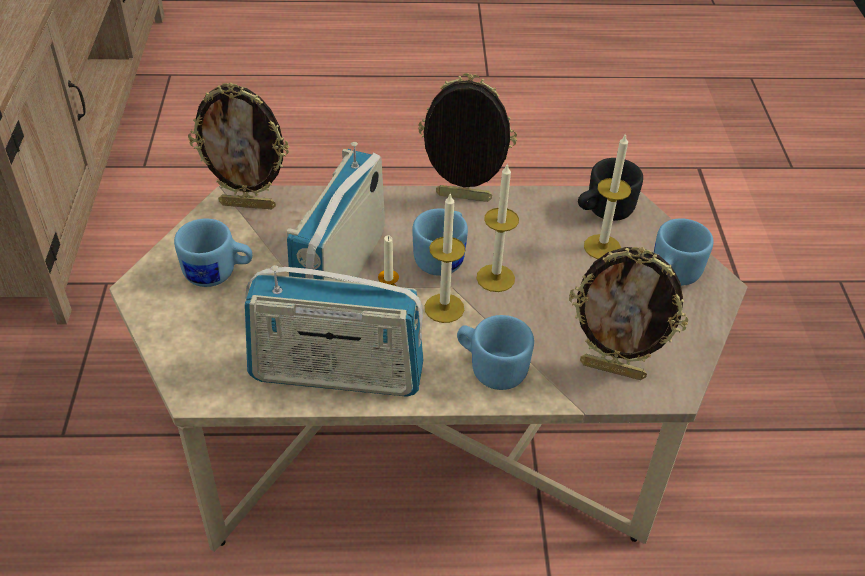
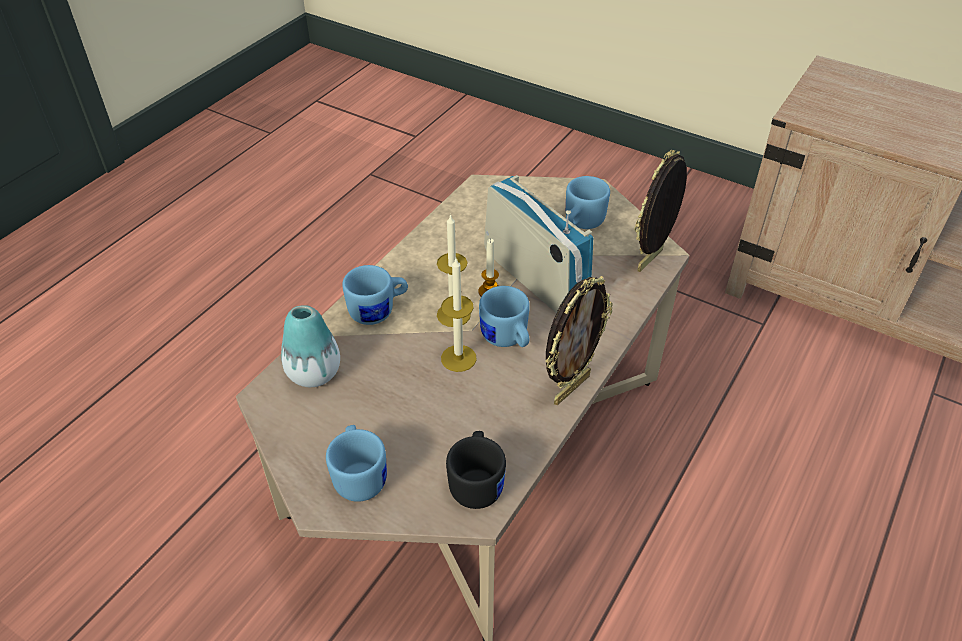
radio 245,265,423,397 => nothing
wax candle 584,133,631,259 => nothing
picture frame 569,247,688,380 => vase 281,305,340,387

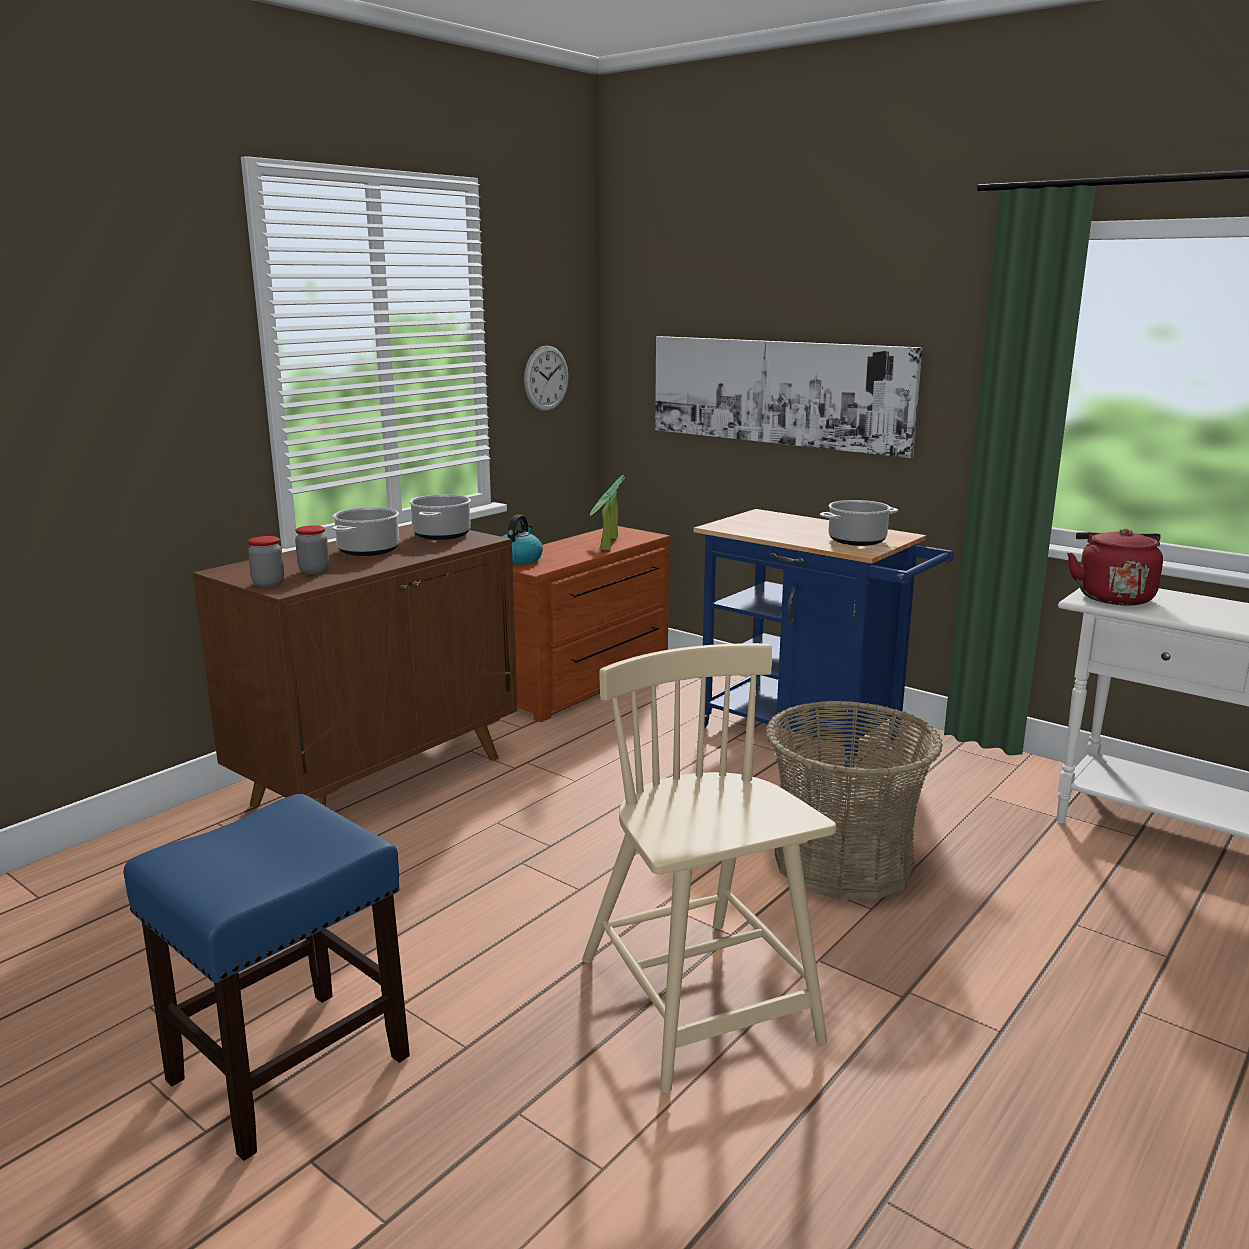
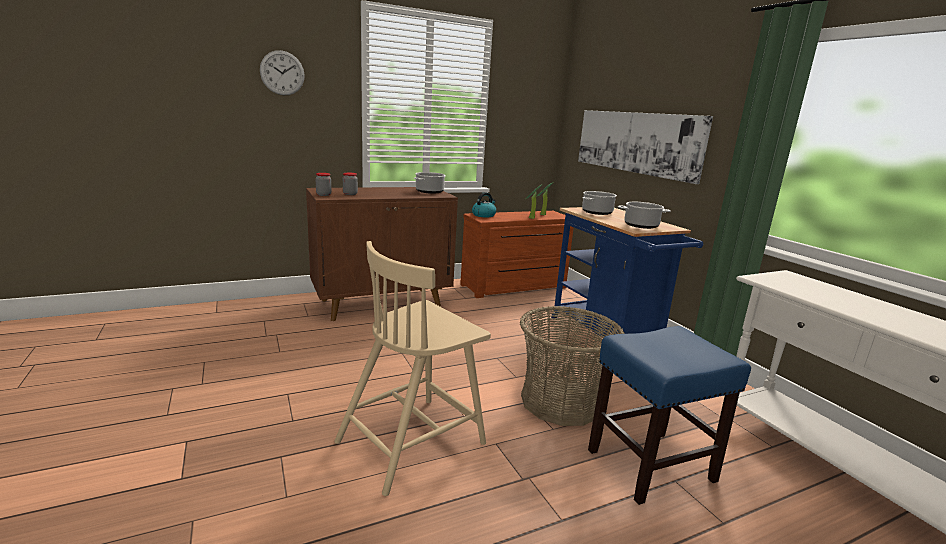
reddish kettle 1067,528,1163,605 => nothing
blue-coloured stool 123,794,410,1161 => blue-coloured stool 588,326,751,505, moved
cooking pot 332,507,399,556 => cooking pot 582,191,617,215, moved
clock on the wall 524,346,569,411 => clock on the wall 260,50,305,95, moved
sand-coloured upright chair 582,643,836,1093 => sand-coloured upright chair 334,241,491,496, 135 degrees counterclockwise

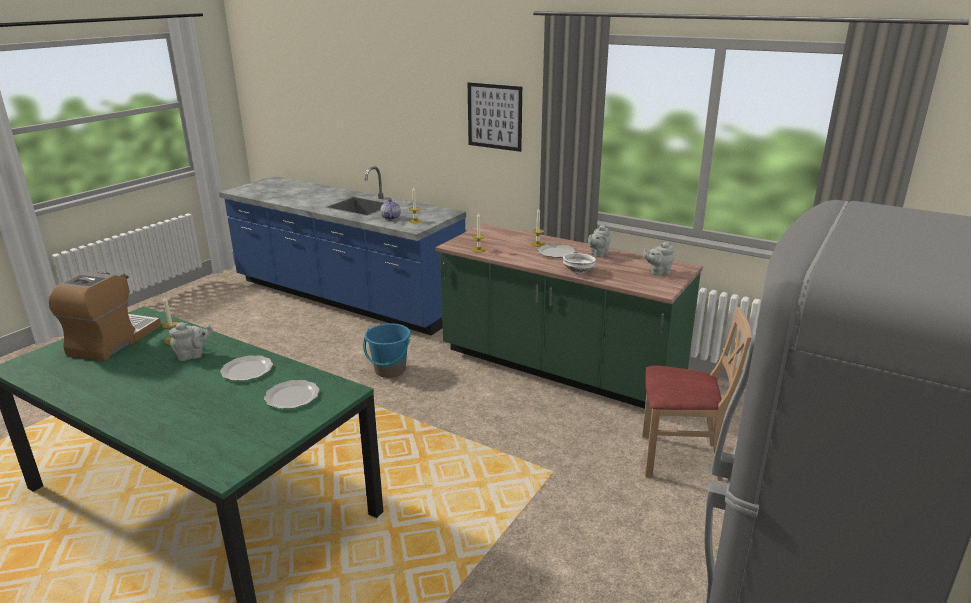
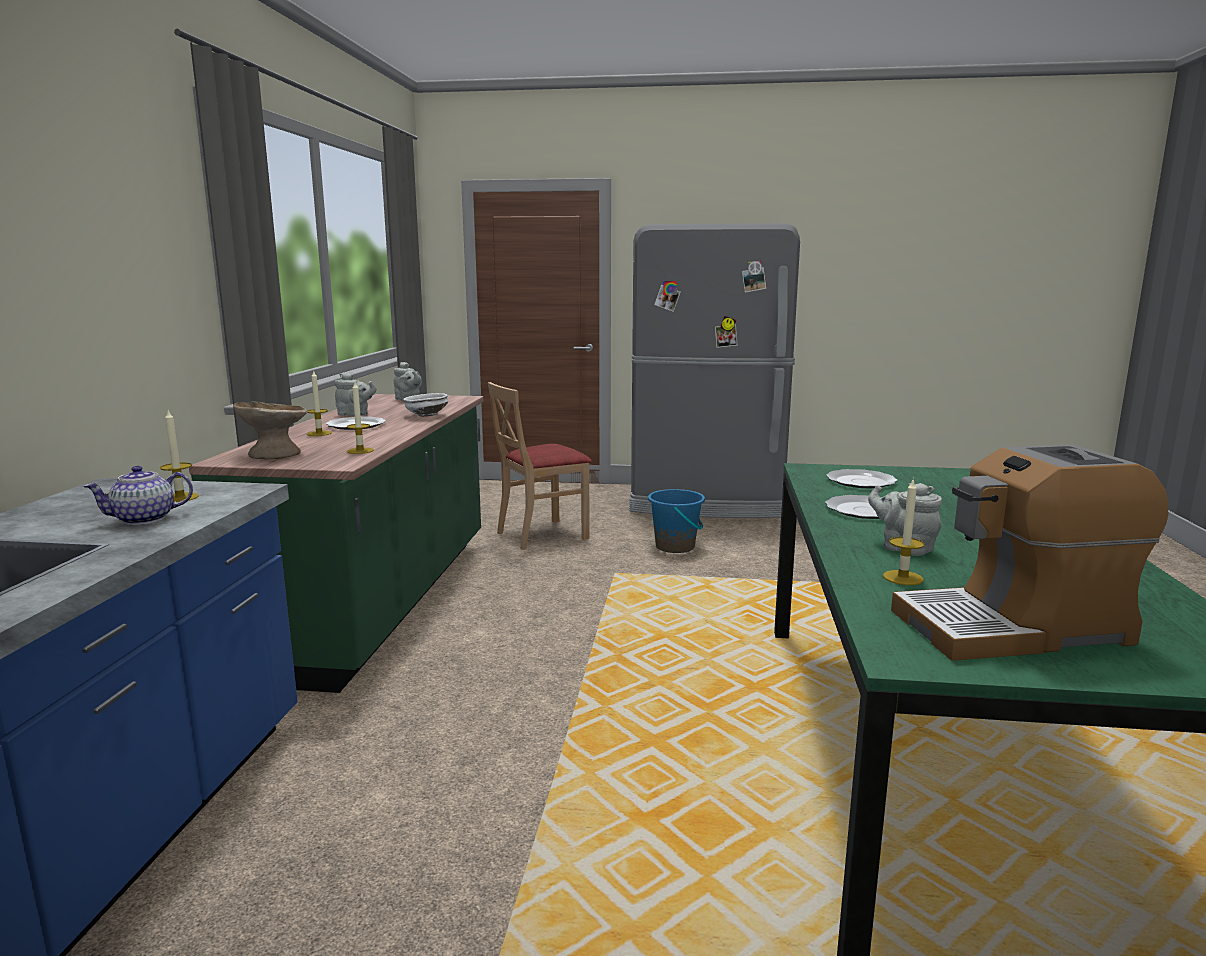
picture 468,82,522,152 => nothing
nothing => sand-coloured deep dish 233,402,307,460
blue-coloured water bucket 363,323,411,378 => blue-coloured water bucket 648,489,705,553, moved
sand-coloured upright chair 642,307,752,481 => sand-coloured upright chair 488,382,592,550, 105 degrees counterclockwise

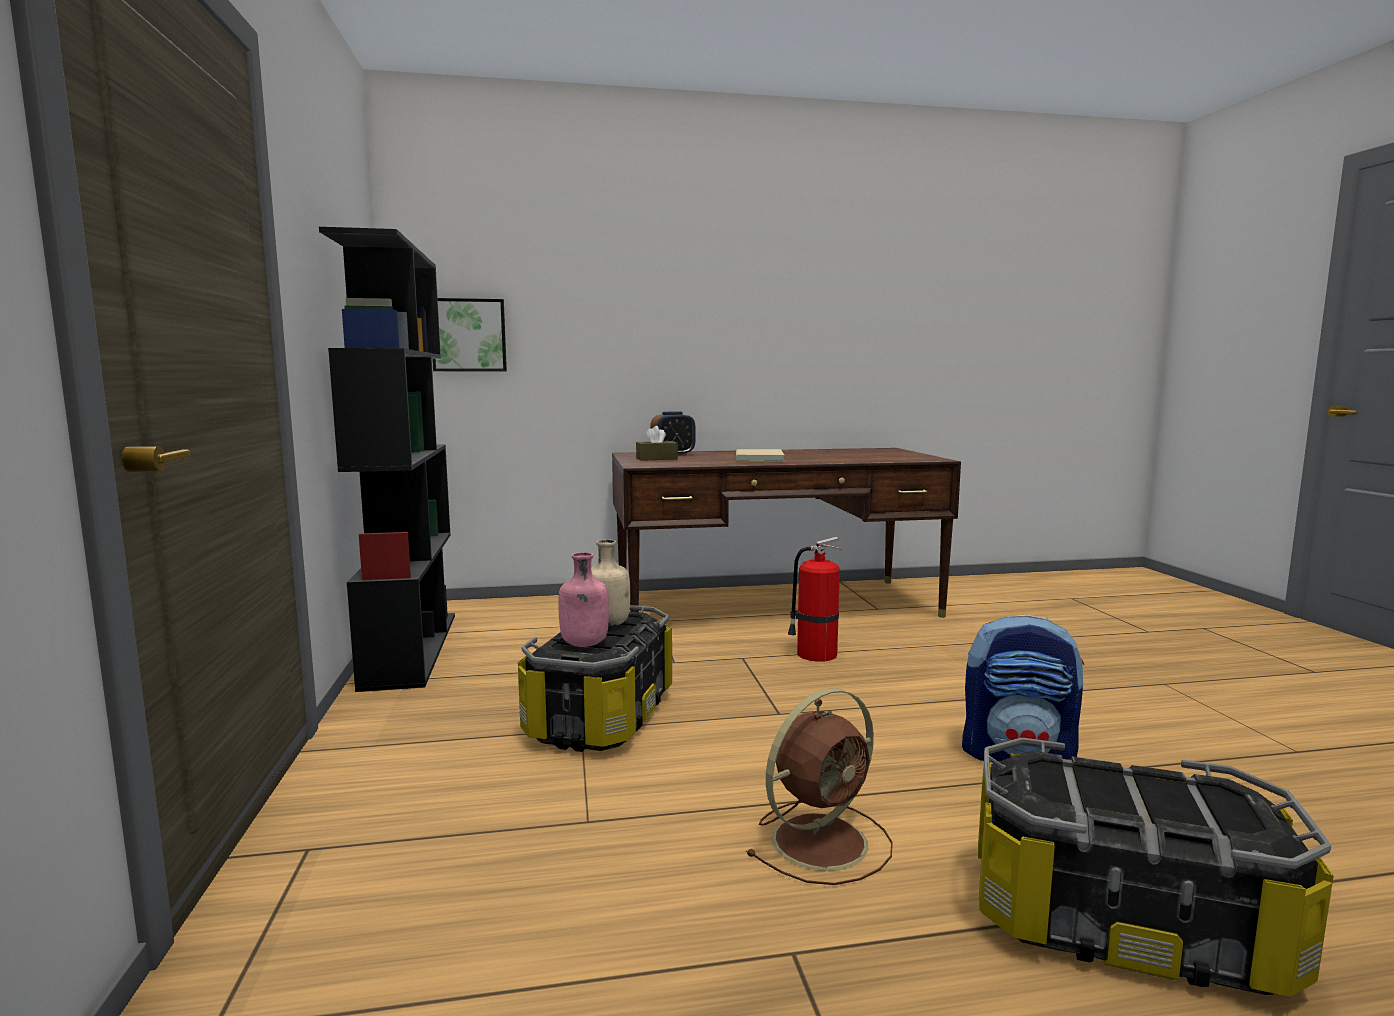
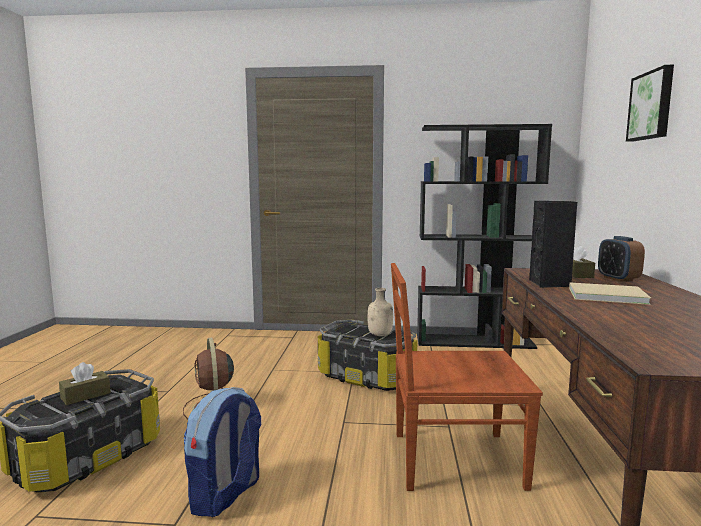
pink-coloured bottle 558,552,609,647 => nothing
nothing => brown tissue box 59,362,111,405
nothing => blackish loudspeaker 529,201,577,288
picture 432,298,507,371 => picture 626,65,674,142, moved
extinguisher 788,537,843,662 => brown upright chair 391,263,543,491

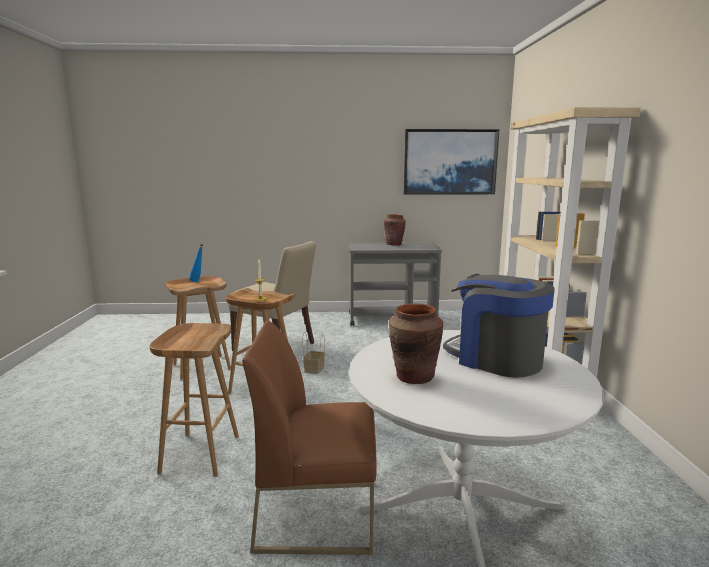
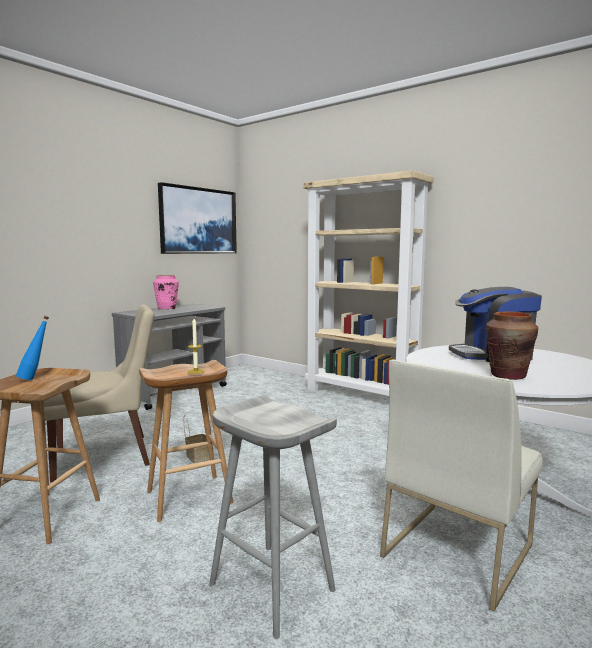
brown stool 150,323,239,477 => grey stool 210,395,337,639
brown upright chair 242,321,377,555 => whitish upright chair 380,359,543,612
brown vase 384,214,406,246 => pink-coloured vase 153,275,179,309

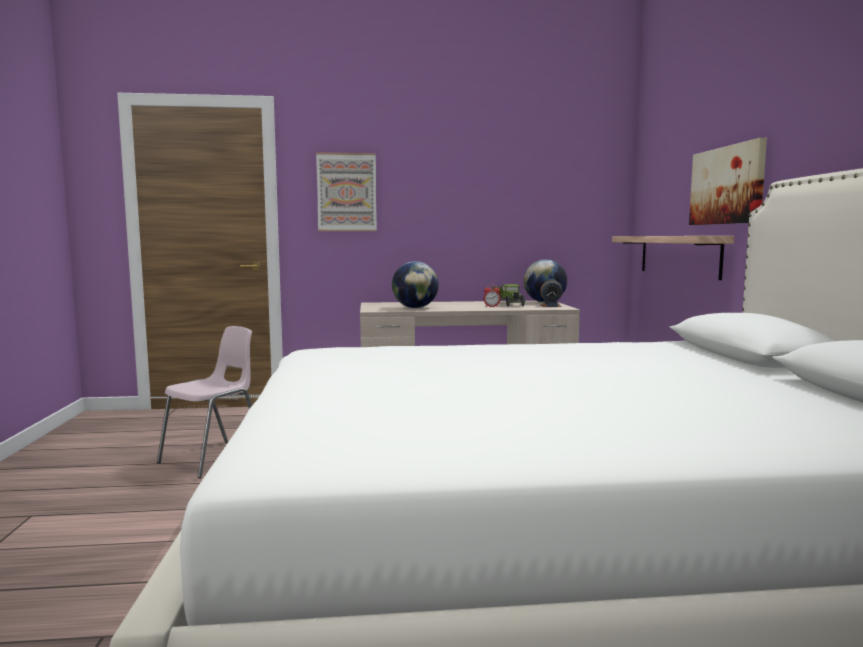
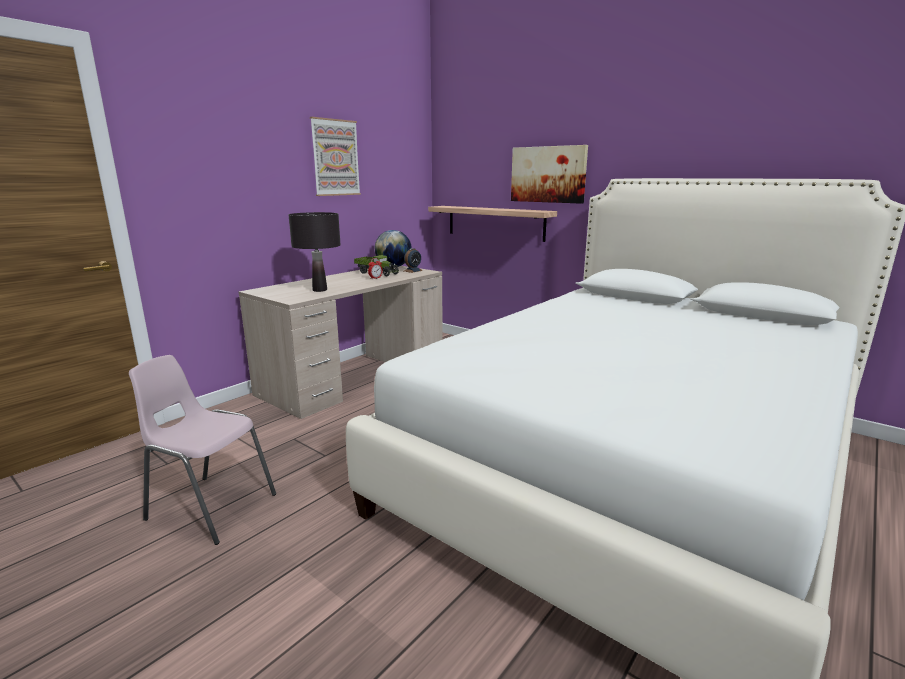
picture 316,152,377,231 => picture 310,117,361,196, moved
desk globe 392,261,439,308 => blackish tabletop lamp 289,212,341,292
pink-coloured upright chair 157,326,252,479 => pink-coloured upright chair 129,355,276,545, 60 degrees counterclockwise

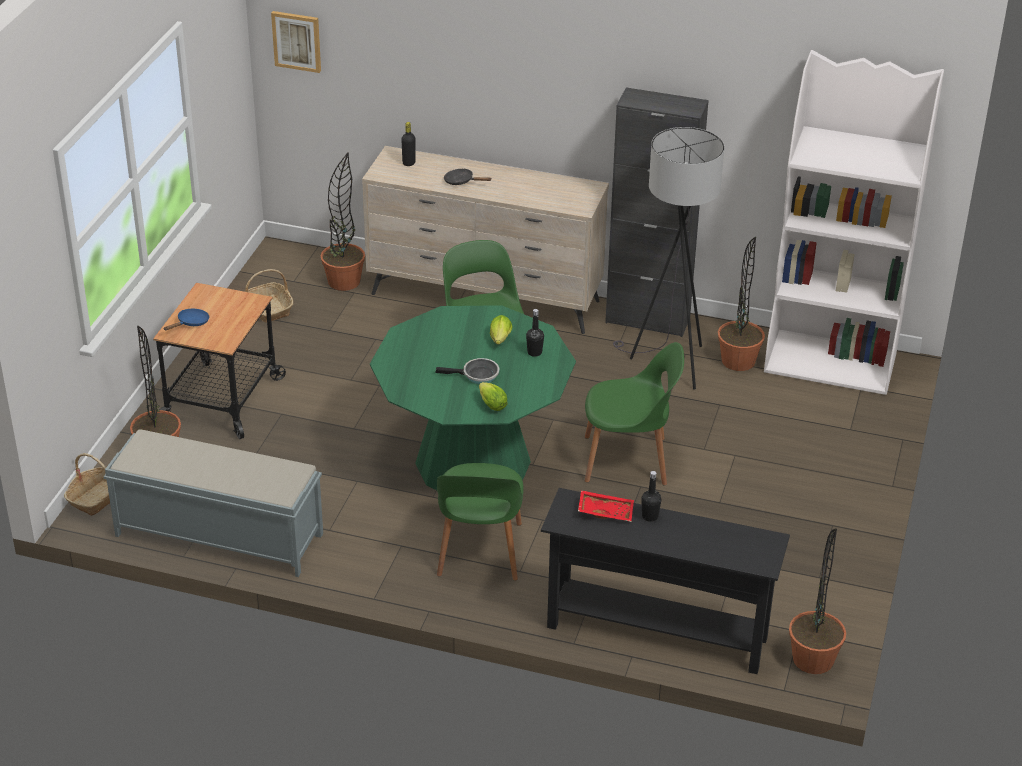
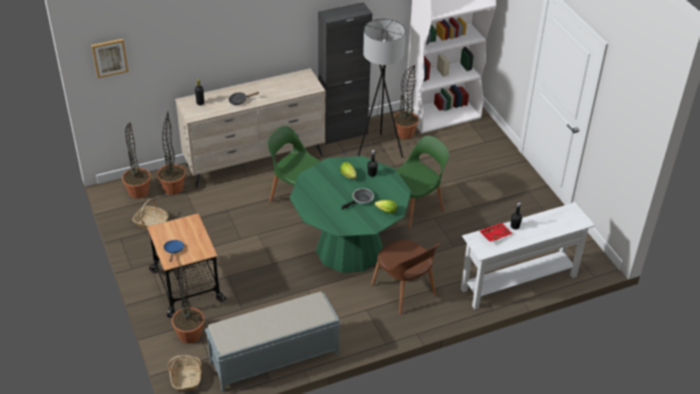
potted plant 789,529,846,674 => potted plant 122,122,150,199, moved
green upright chair 437,463,524,581 => brown upright chair 371,240,441,315
blackish hall table 541,488,790,674 => whitish hall table 461,202,595,309

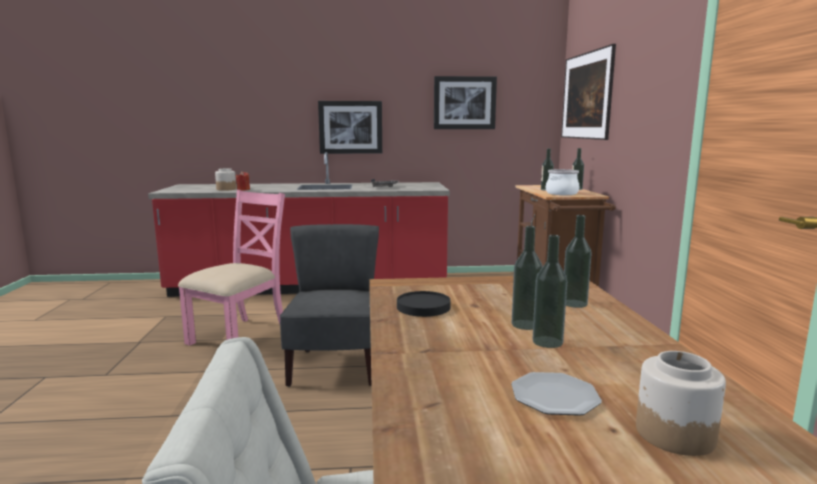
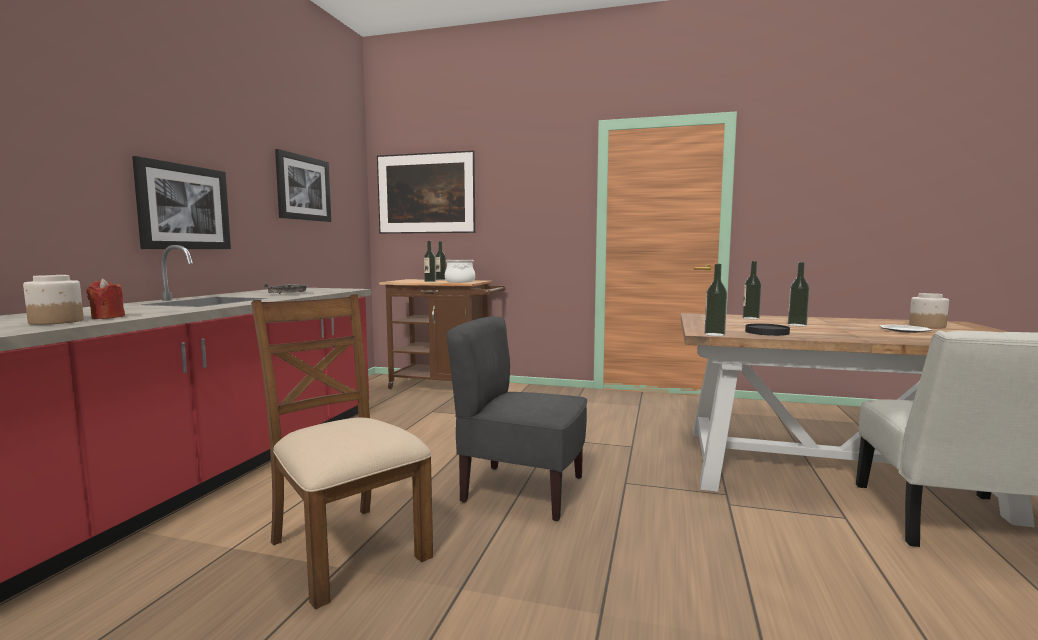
bottle 532,235,567,348 => bottle 705,264,727,336, moved
pink-coloured upright chair 178,190,285,346 => brown upright chair 251,294,433,609

